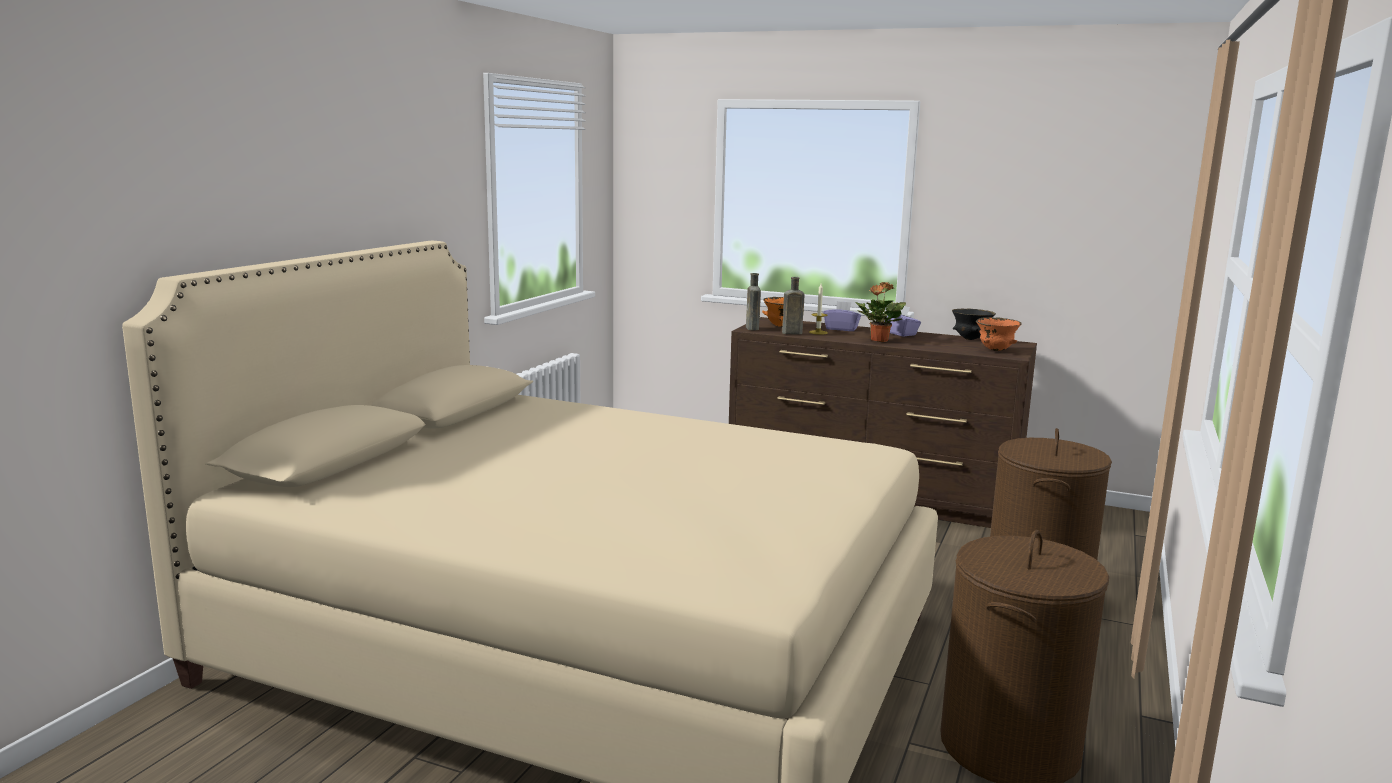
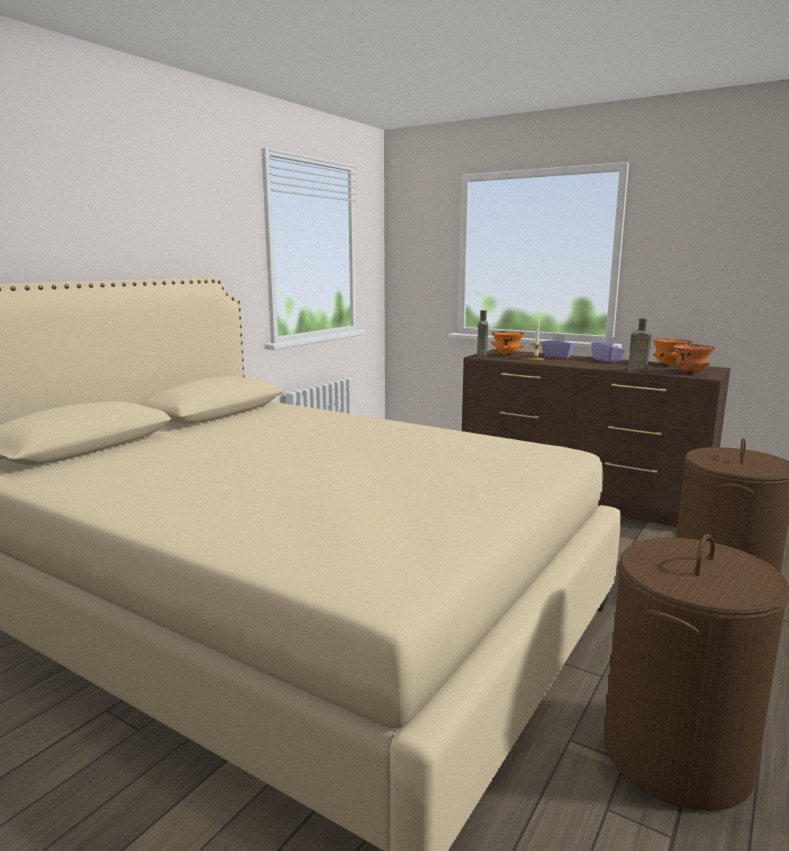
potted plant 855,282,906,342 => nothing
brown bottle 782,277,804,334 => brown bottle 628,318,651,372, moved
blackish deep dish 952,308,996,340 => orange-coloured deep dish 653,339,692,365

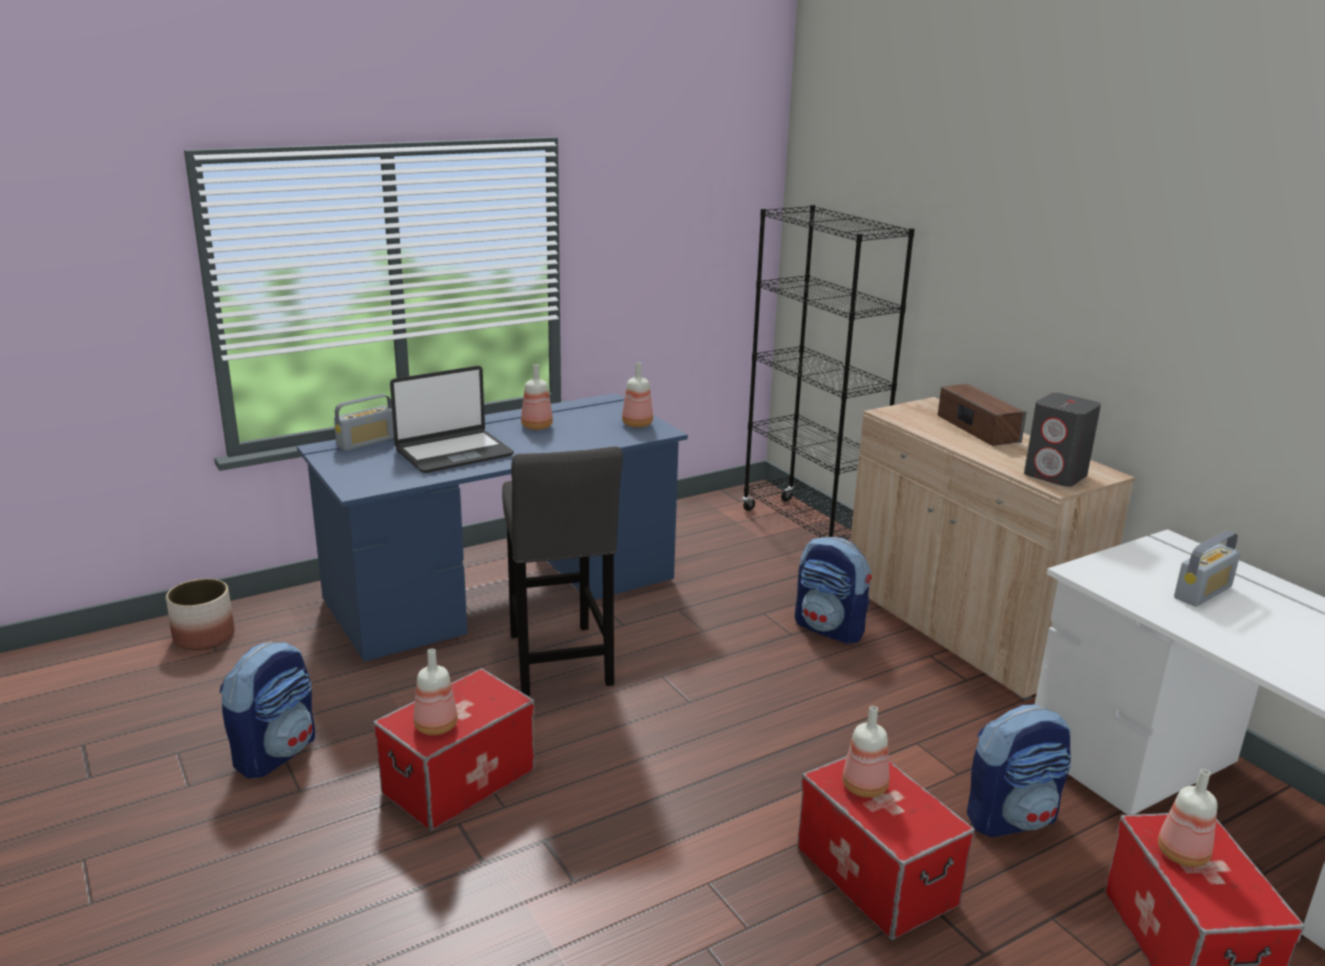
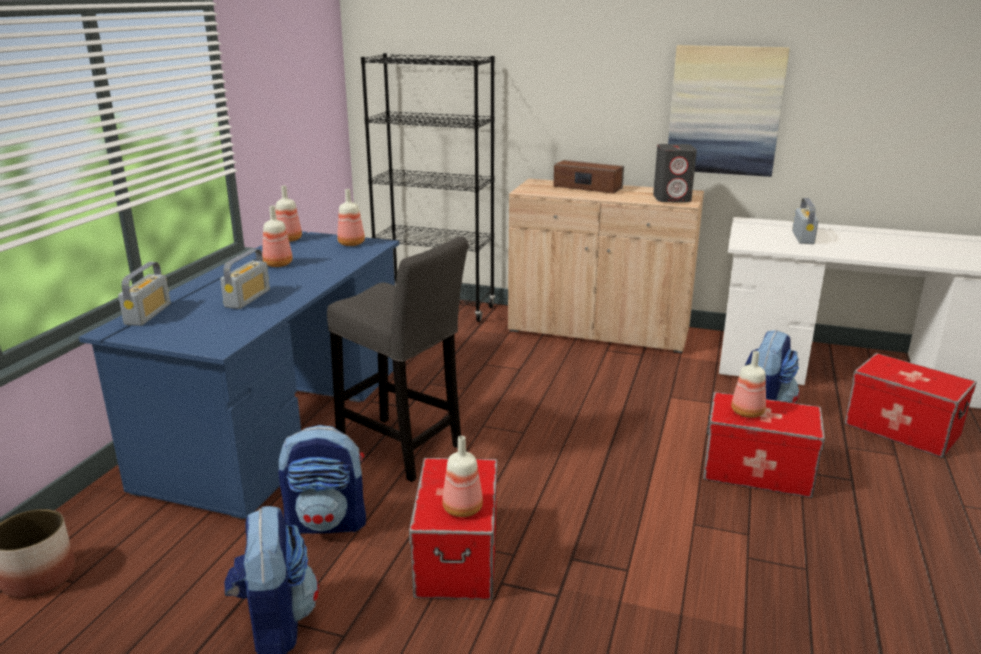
nothing => picture 668,45,790,177
rucksack 795,537,872,644 => rucksack 279,425,366,534, moved
bottle 1158,769,1217,867 => bottle 275,185,302,242, moved
notebook computer 390,366,514,473 => radio 220,249,270,309

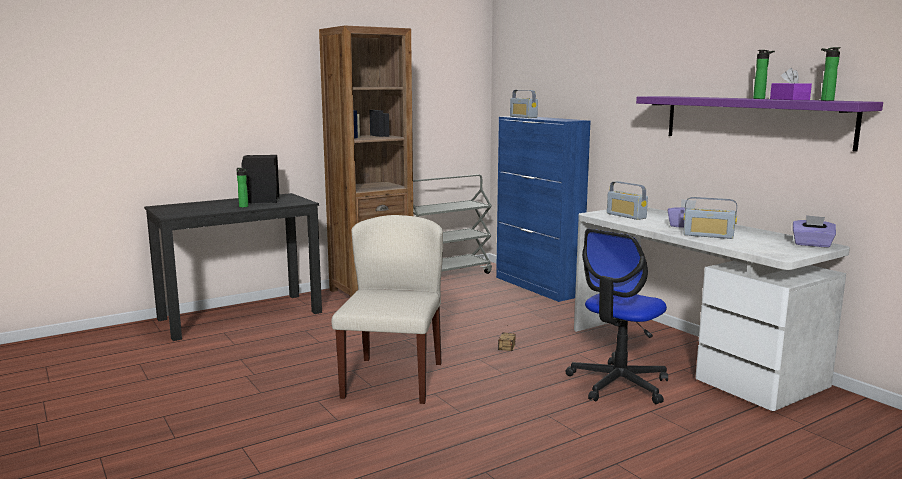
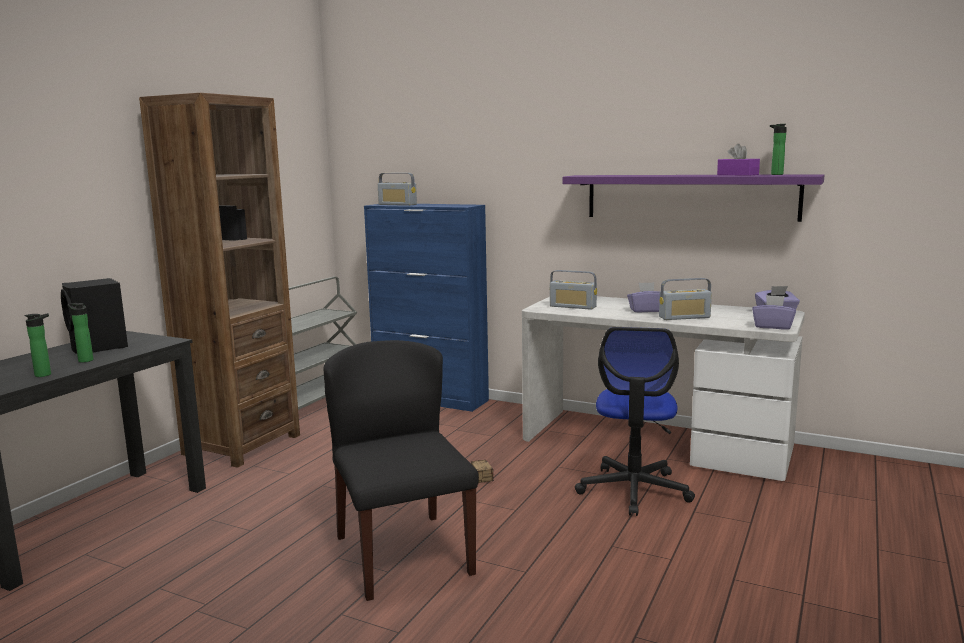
nothing => purple tissue box 752,295,796,330
bottle 753,50,775,99 => bottle 24,313,51,377, moved
sand-coloured upright chair 332,215,443,404 => blackish upright chair 323,340,479,601

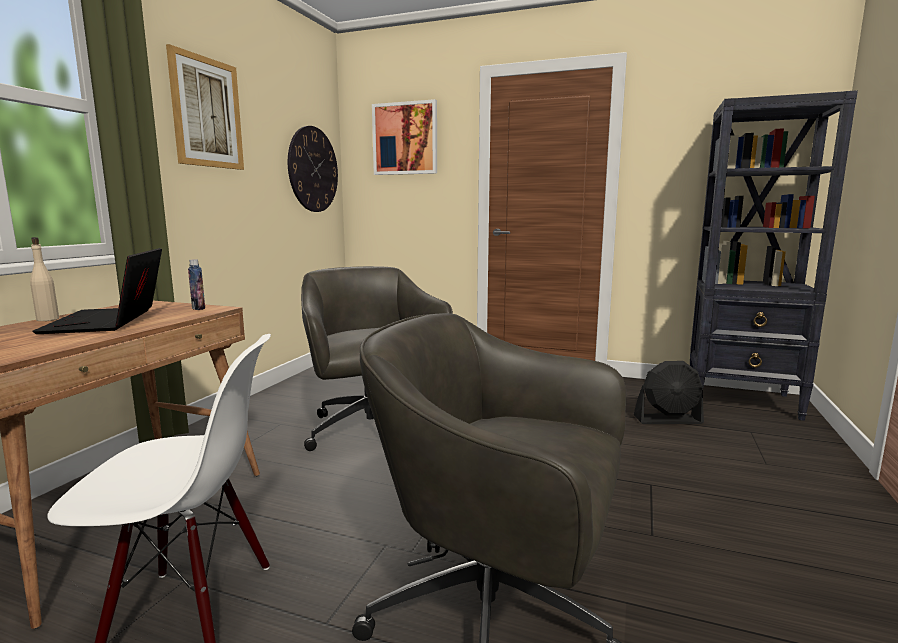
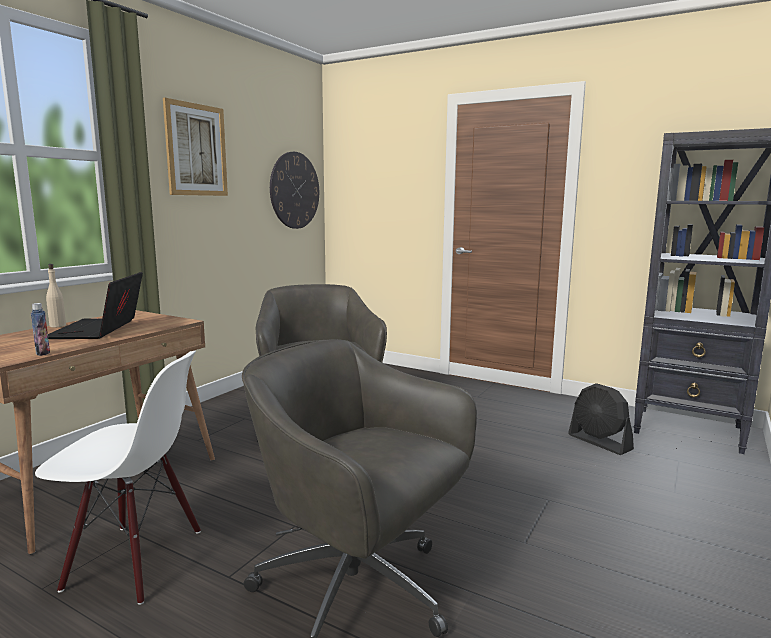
picture 372,99,437,175 => nothing
bottle 188,259,205,310 => bottle 31,303,50,356, moved
blackish cooling fan 634,361,704,424 => blackish cooling fan 568,383,634,455, 45 degrees clockwise

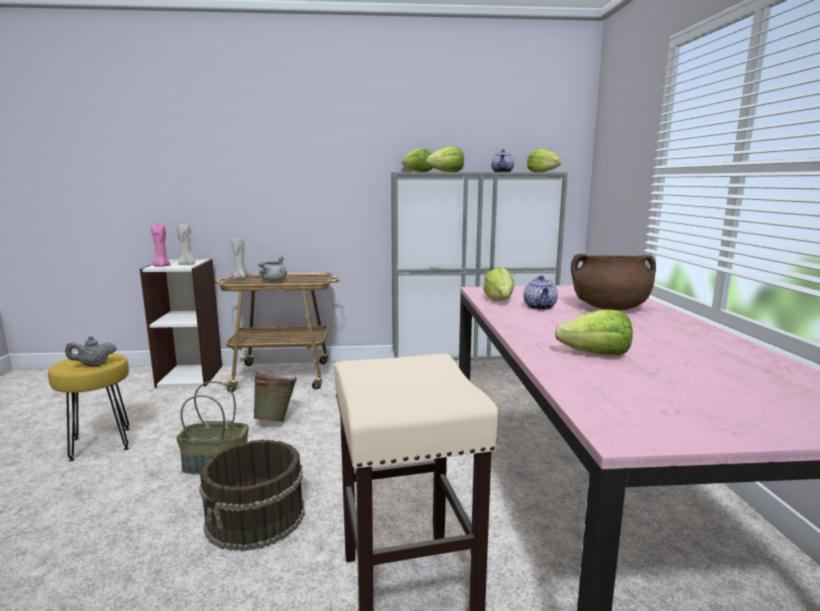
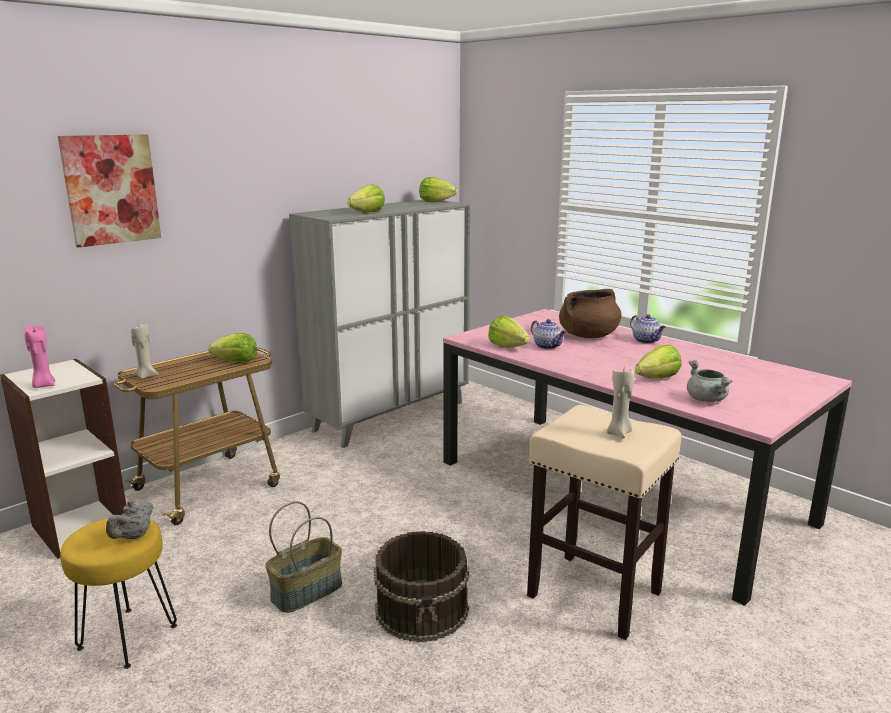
green water bucket 251,372,297,422 => nothing
nothing => picture 58,134,161,248
sand-coloured wax candle 177,223,196,265 => sand-coloured wax candle 607,369,634,438, moved
grey cooking pot 258,256,287,282 => grey cooking pot 687,360,732,402, moved
head of lettuce 402,148,433,172 => head of lettuce 208,333,257,362, moved
pot for tea 491,150,514,172 => pot for tea 630,314,665,344, moved

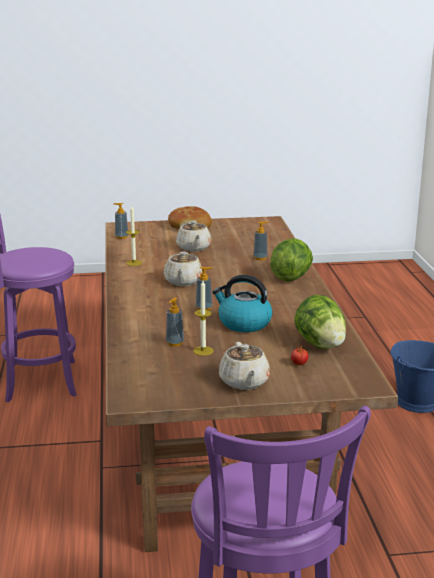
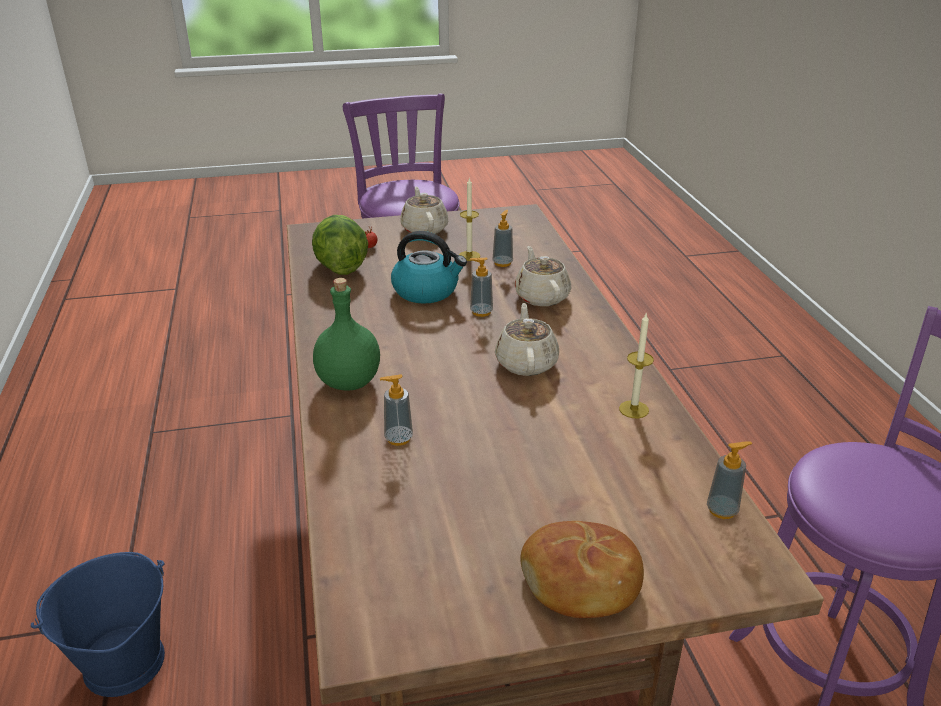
sand-coloured pot for tea 176,221,211,251 => sand-coloured pot for tea 515,246,571,306, moved
head of lettuce 270,238,313,282 => green bottle 313,278,380,391

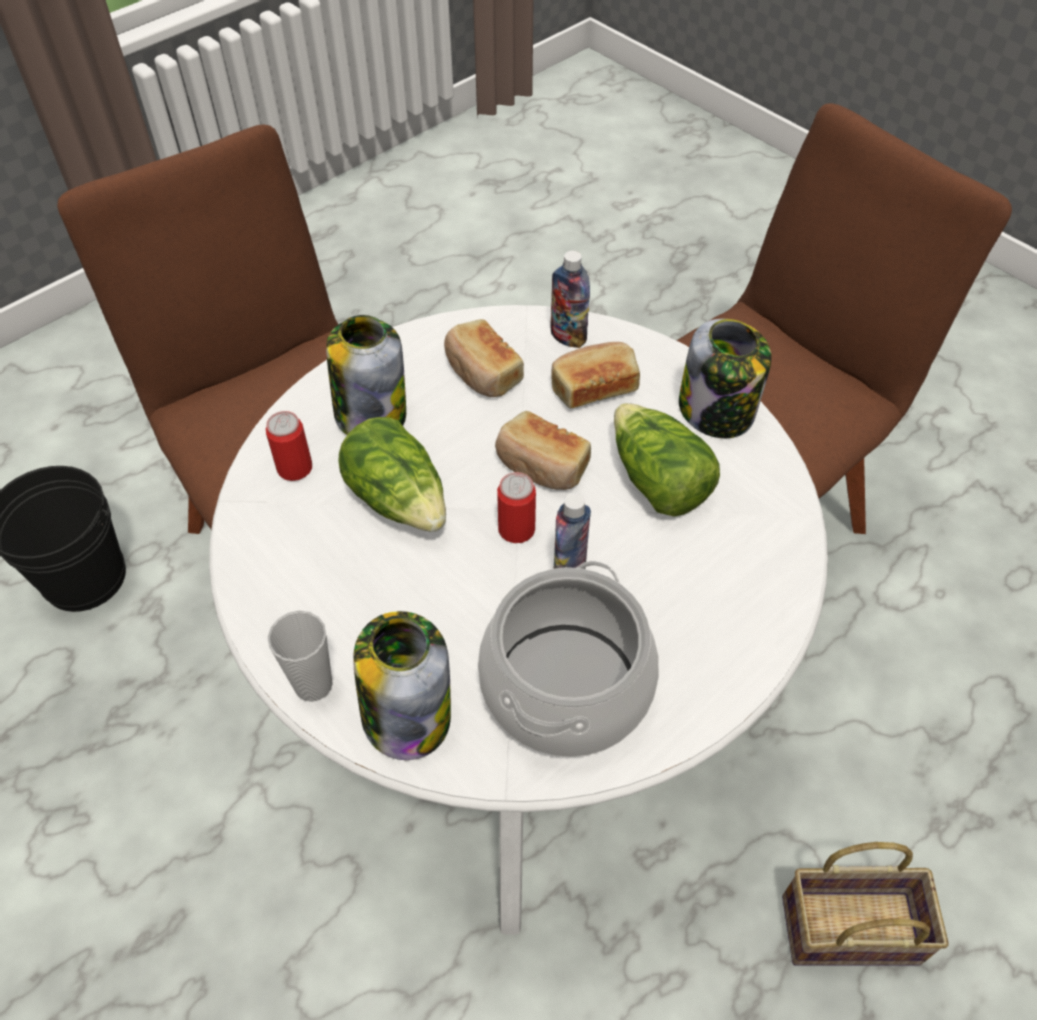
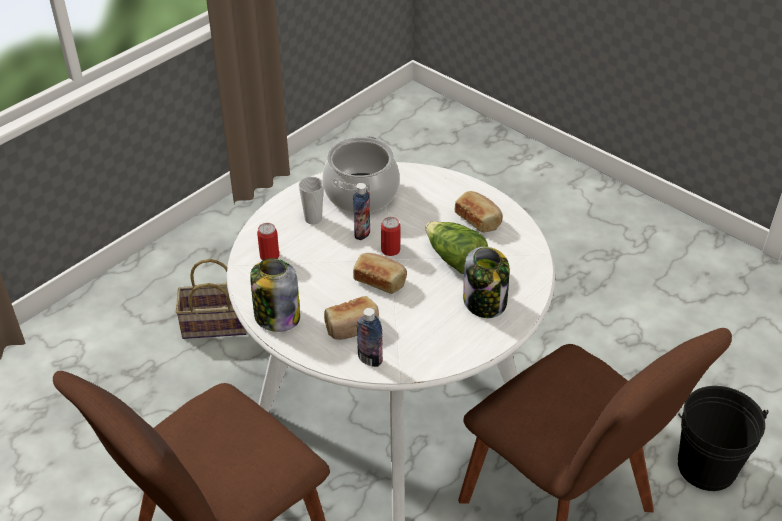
jar 353,611,451,760 => nothing
head of lettuce 614,403,720,517 => nothing
sealed can 266,411,312,481 => sealed can 257,223,279,261, moved
cup 268,611,333,702 => cup 299,177,324,224, moved
bread 444,319,524,397 => bread 455,191,503,233, moved

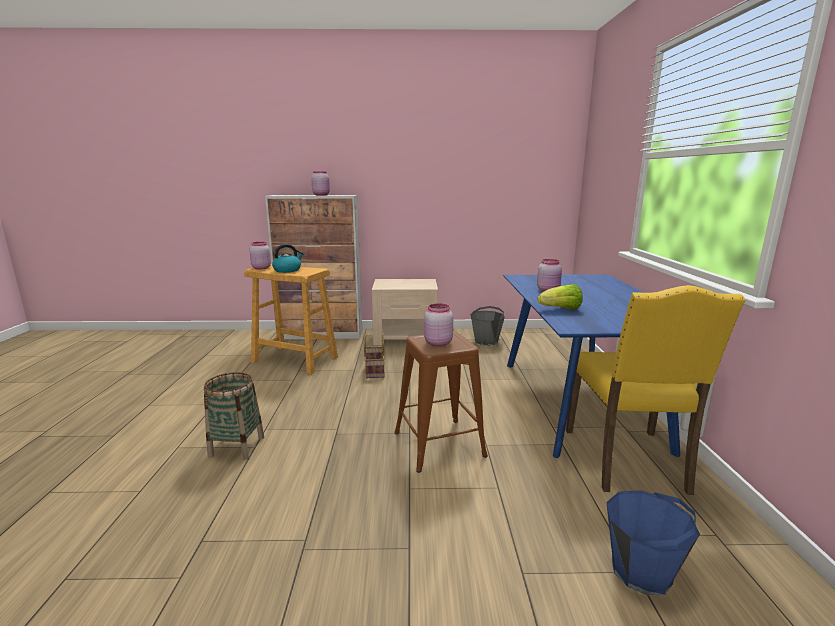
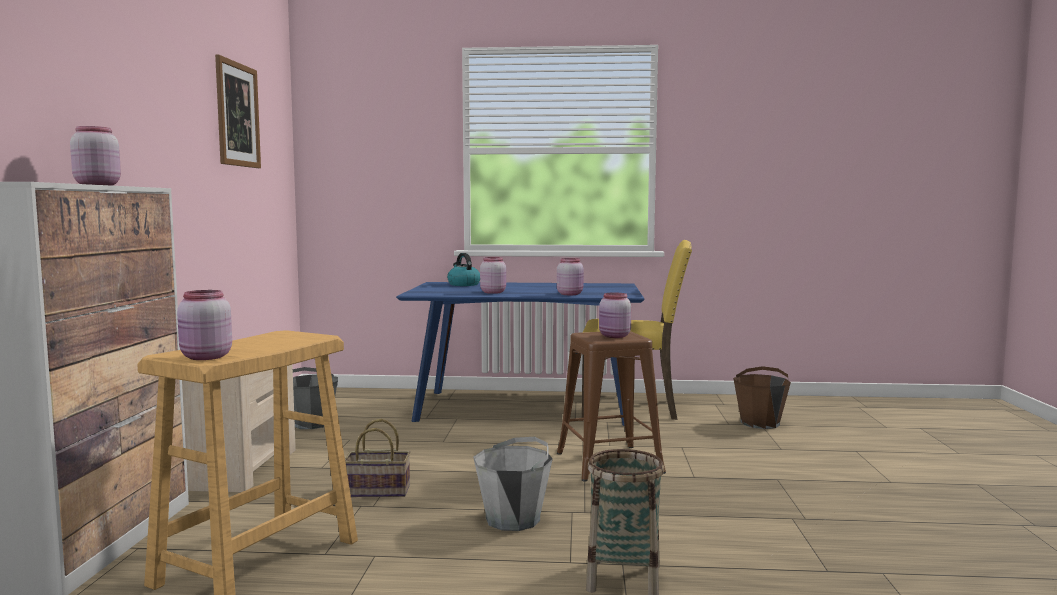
nothing => picture 215,55,261,168
nothing => grey water bucket 473,437,553,531
kettle 272,244,303,273 => kettle 447,253,480,286, moved
head of lettuce 538,284,583,310 => pink-coloured jar 557,258,584,295
blue-coloured water bucket 606,490,700,596 => brown water bucket 733,366,791,429

